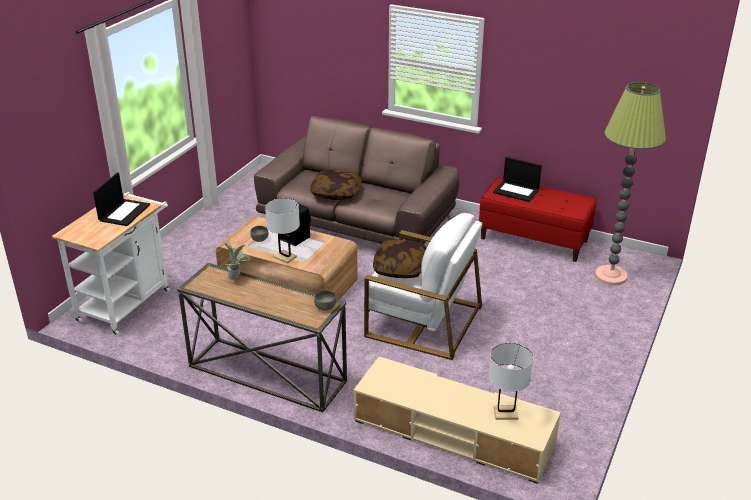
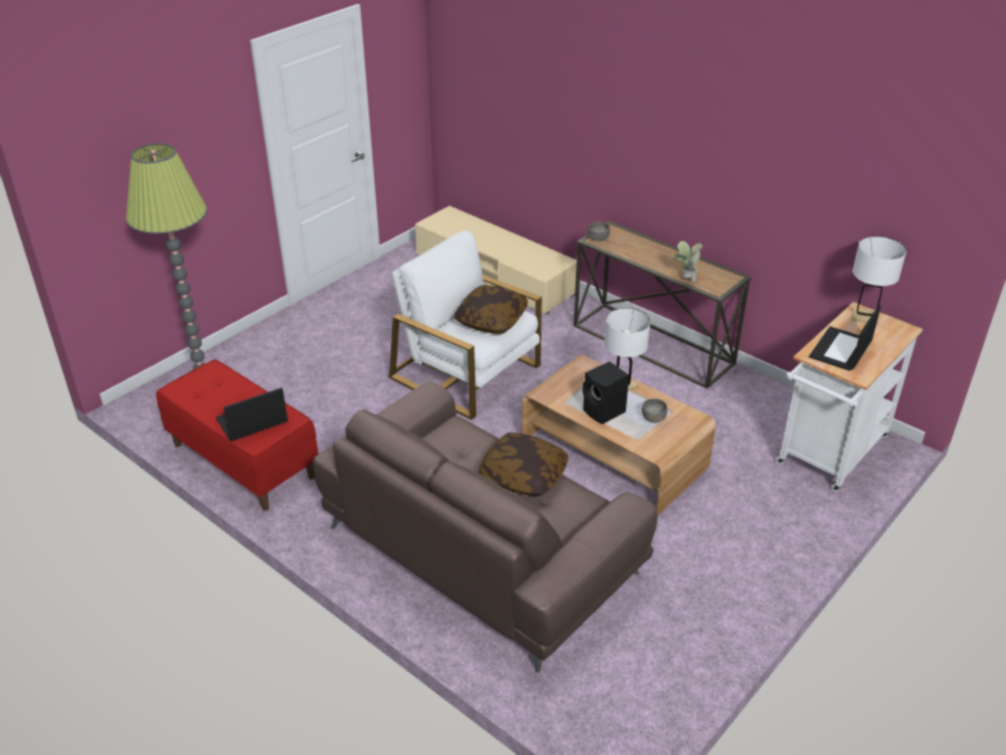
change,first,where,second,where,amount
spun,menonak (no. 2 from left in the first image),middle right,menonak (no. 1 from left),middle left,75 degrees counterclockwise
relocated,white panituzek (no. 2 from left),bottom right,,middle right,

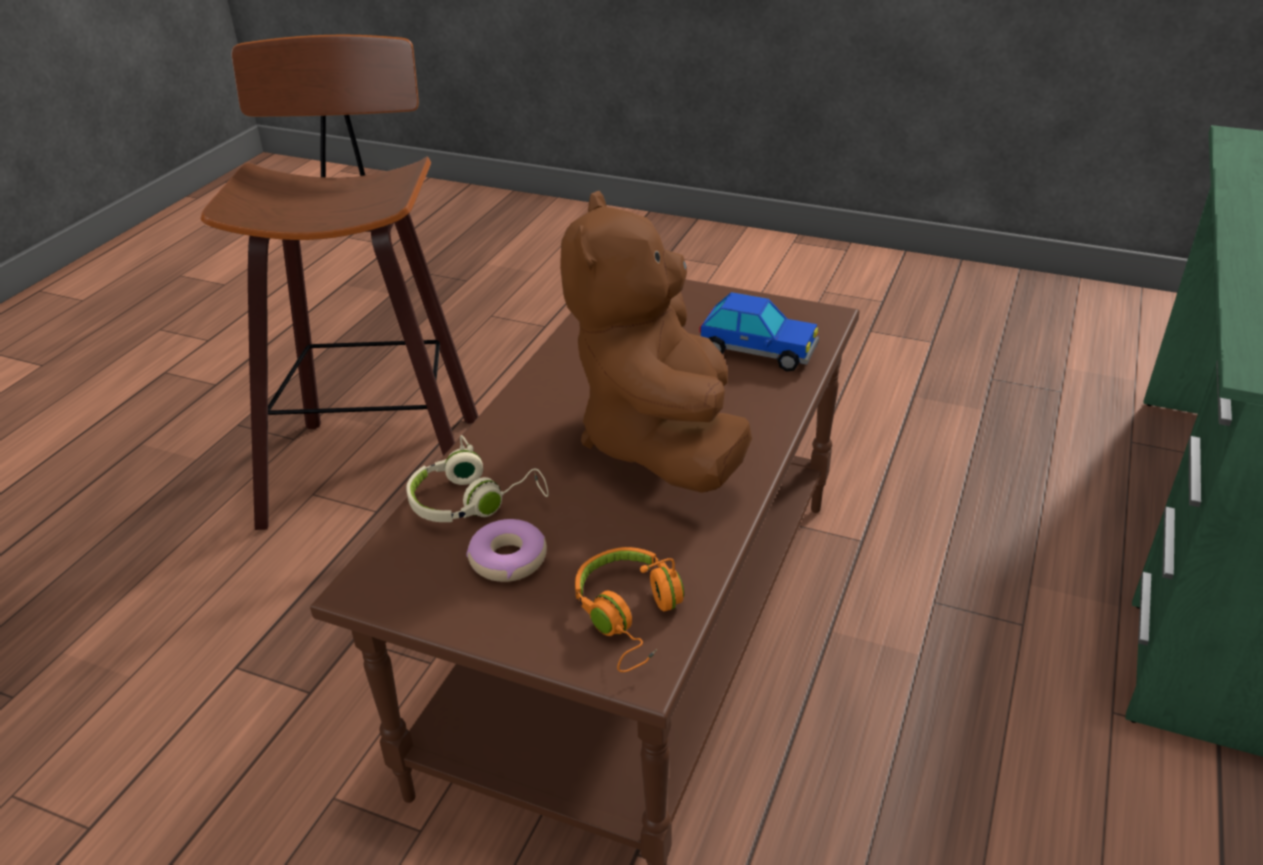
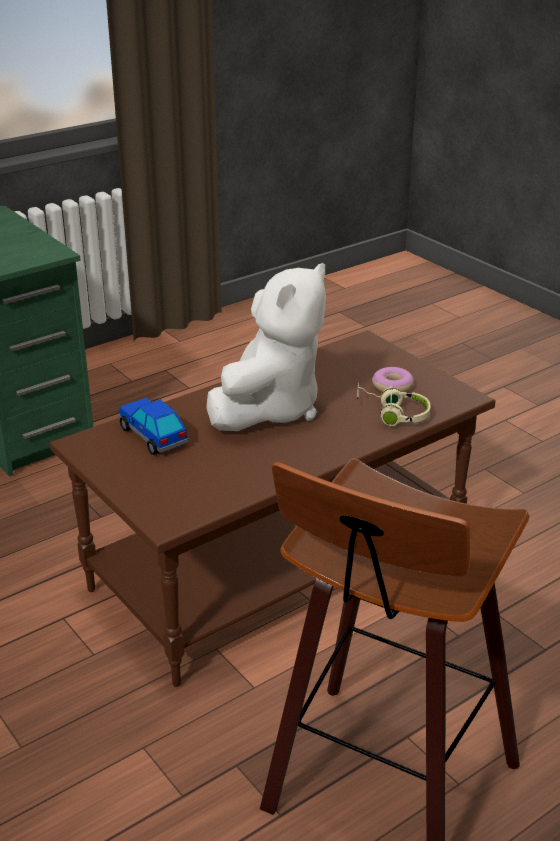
change,first,where,second,where,amount
colour,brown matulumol,centre,white matulumol,centre,
missing,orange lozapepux,bottom centre,,,

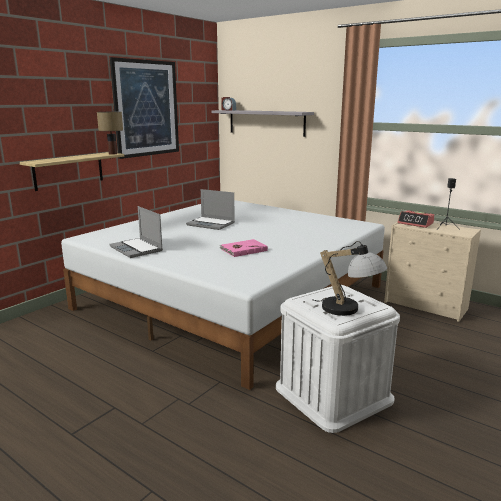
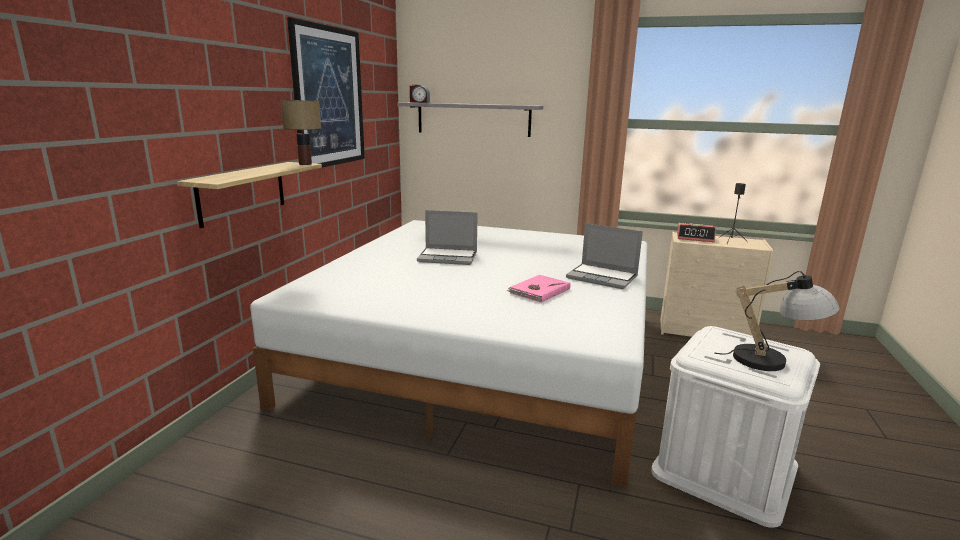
change,first,where,second,where,amount
relocated,menonak (no. 1 from left in the first image),middle left,menonak (no. 2 from left),centre,

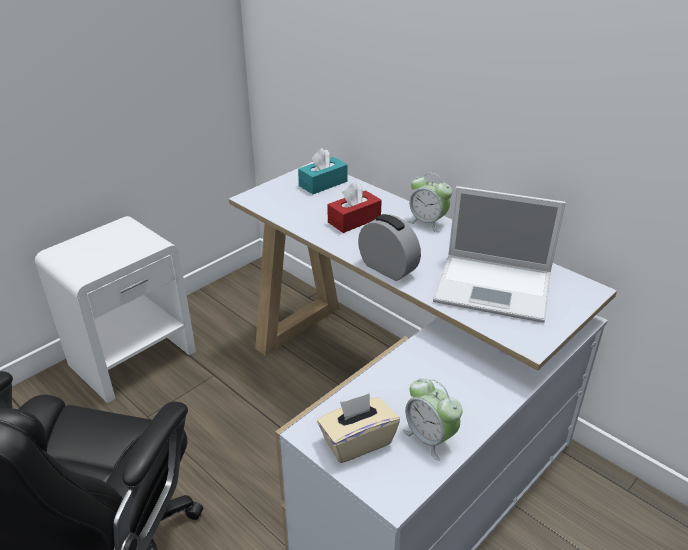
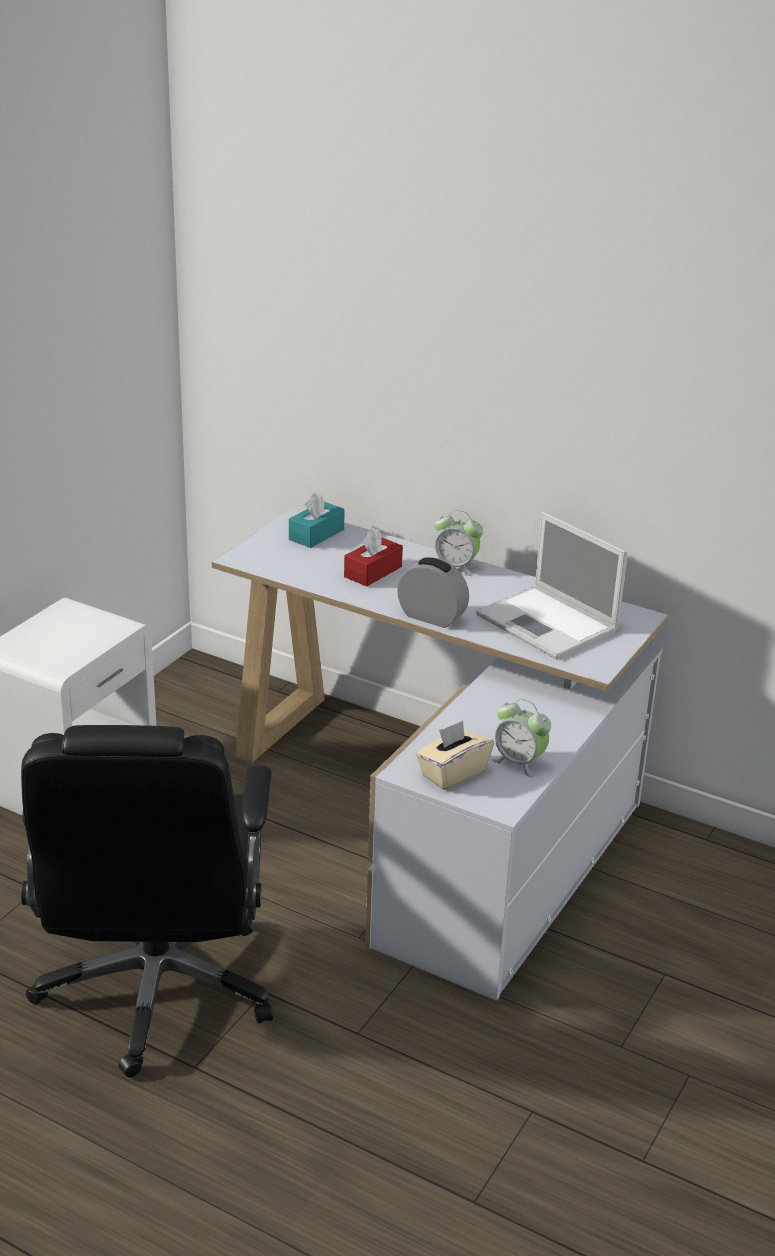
change,first,where,second,where,amount
spun,menonak,middle right,,middle right,45 degrees clockwise

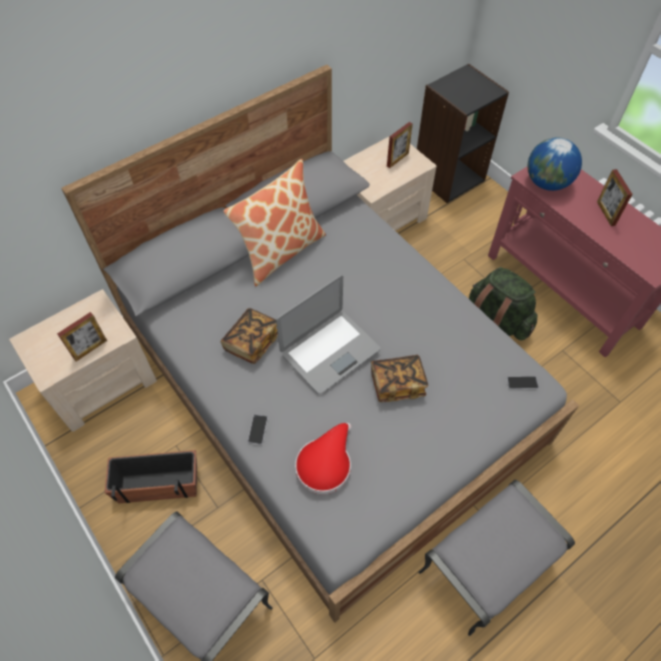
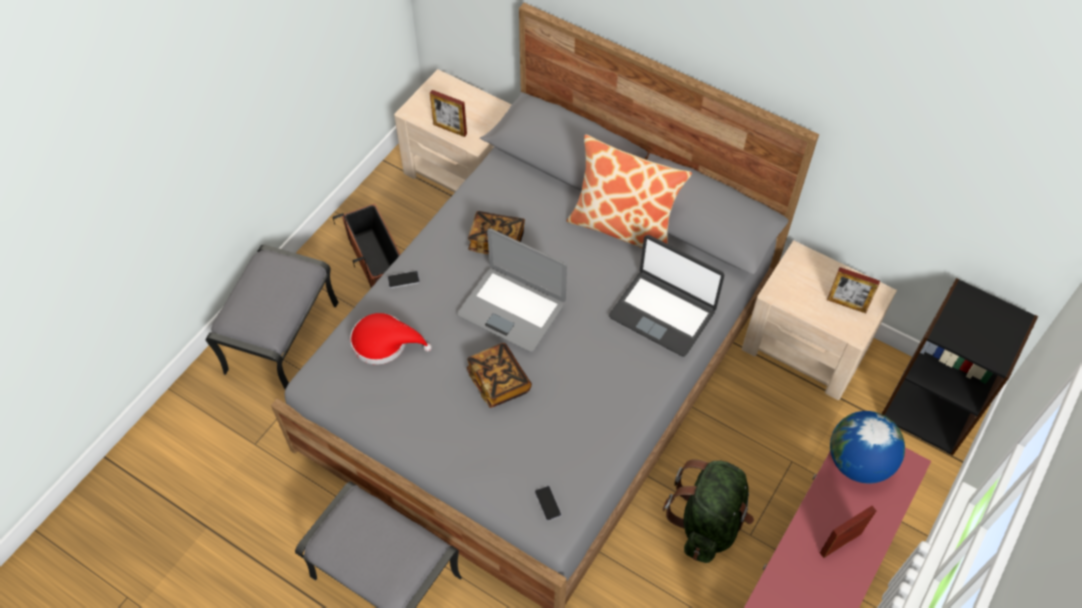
change,first,where,second,where,amount
appeared,,,menonak (no. 2 from left),centre,

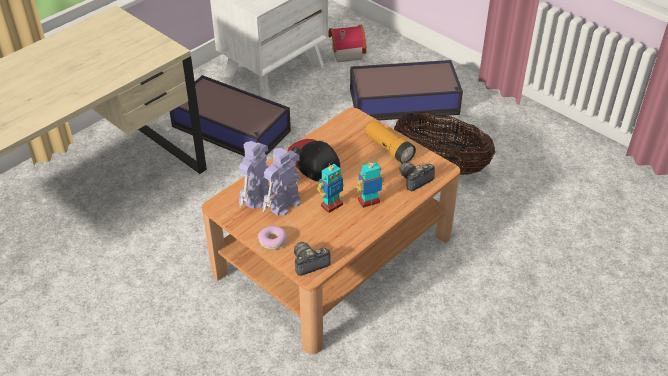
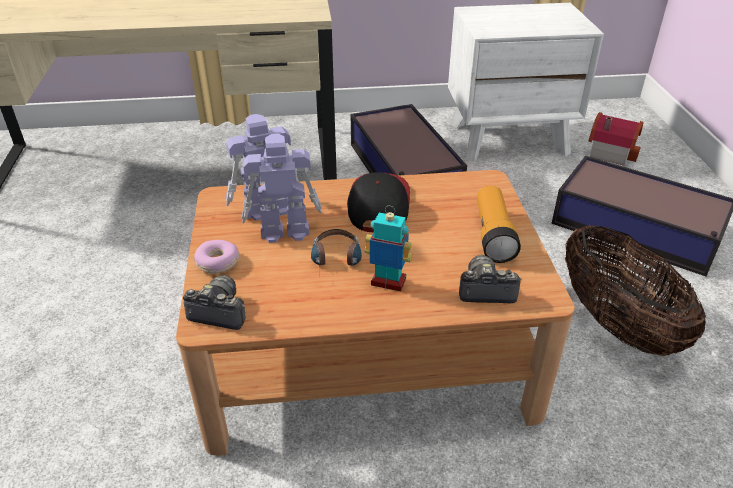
change,first,where,second,where,amount
exchanged,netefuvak (no. 3 from left),centre,lozapepux,centre,

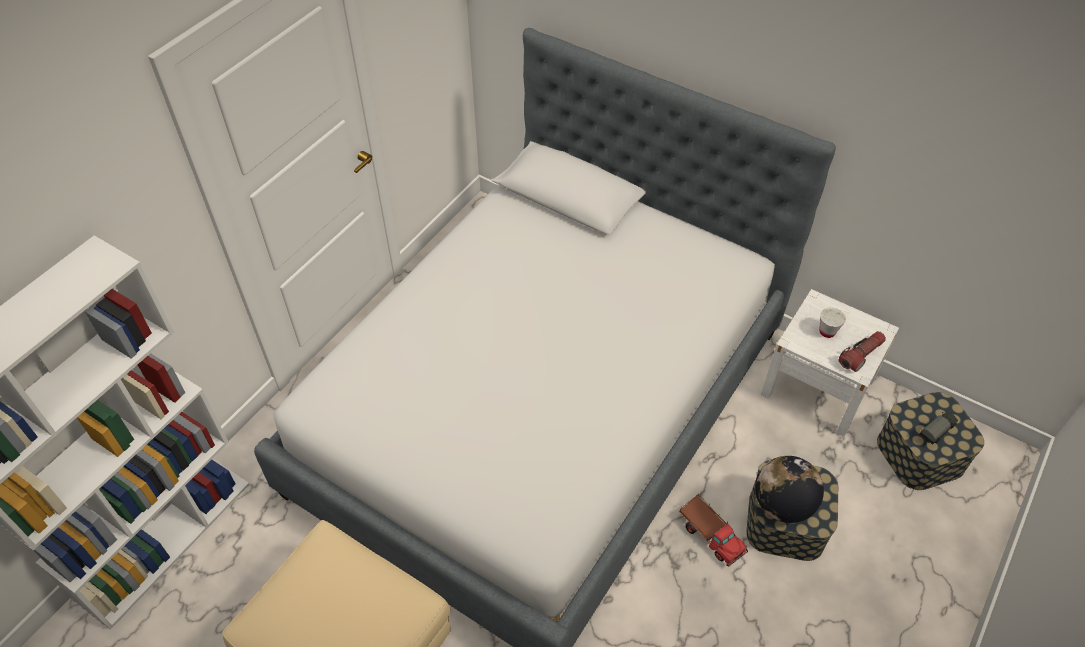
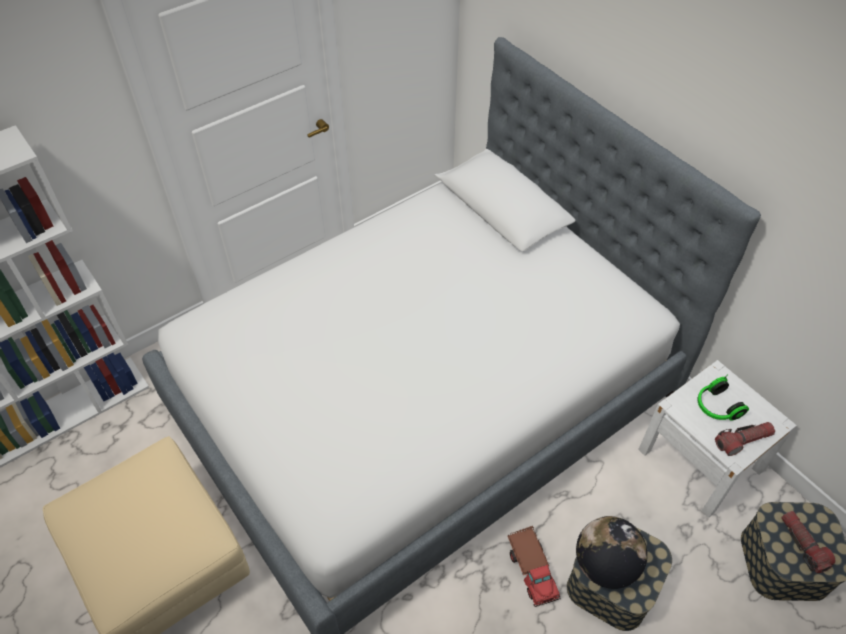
change,first,where,second,where,amount
exchanged,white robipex,middle right,lozapepux,middle right,
exchanged,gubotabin (no. 2 from left),middle right,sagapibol (no. 2 from left),bottom right,

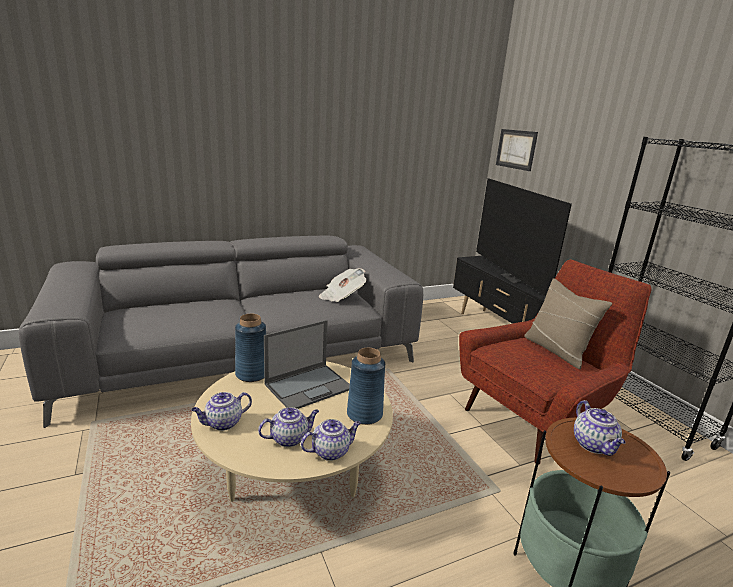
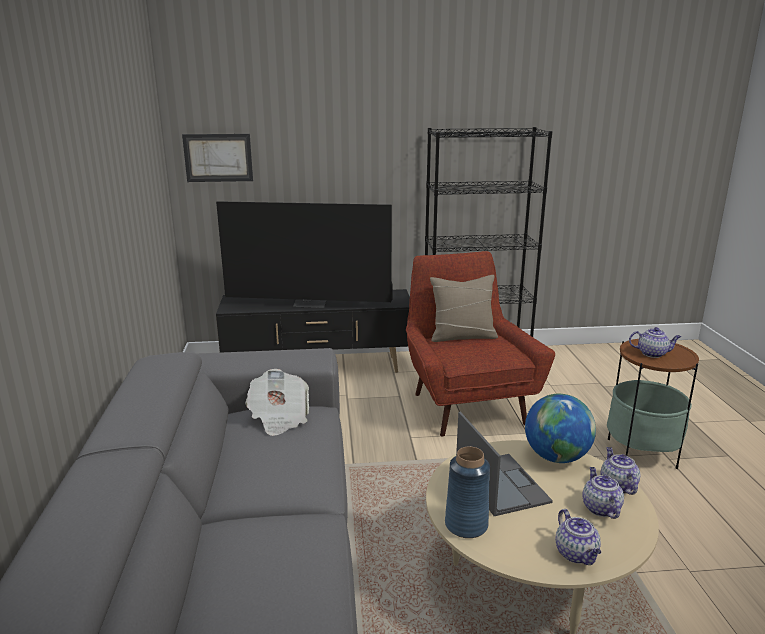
change,first,where,second,where,amount
exchanged,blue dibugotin (no. 2 from left),centre,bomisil,bottom right,

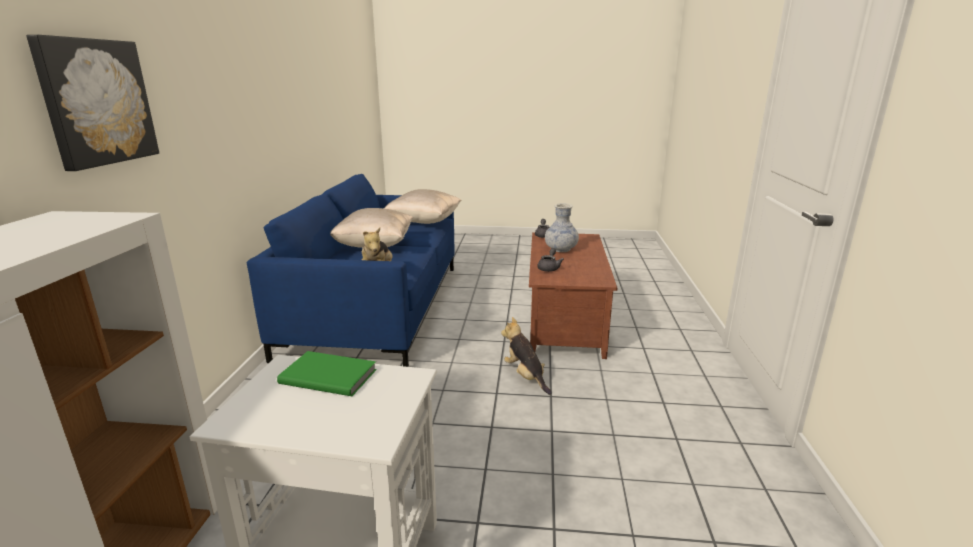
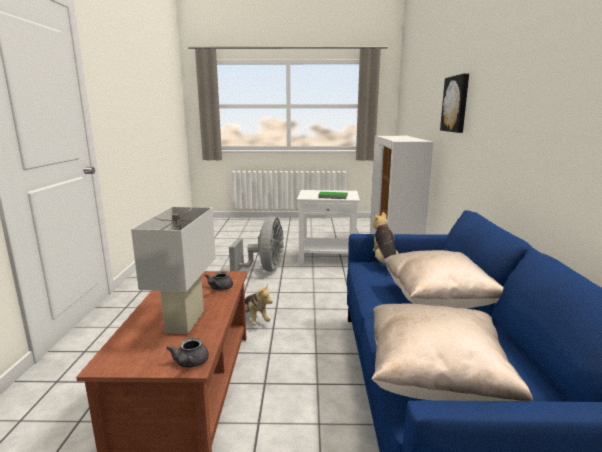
change,first,where,second,where,amount
exchanged,dibugotin,centre,white panituzek,middle left,
appeared,,,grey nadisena,centre,

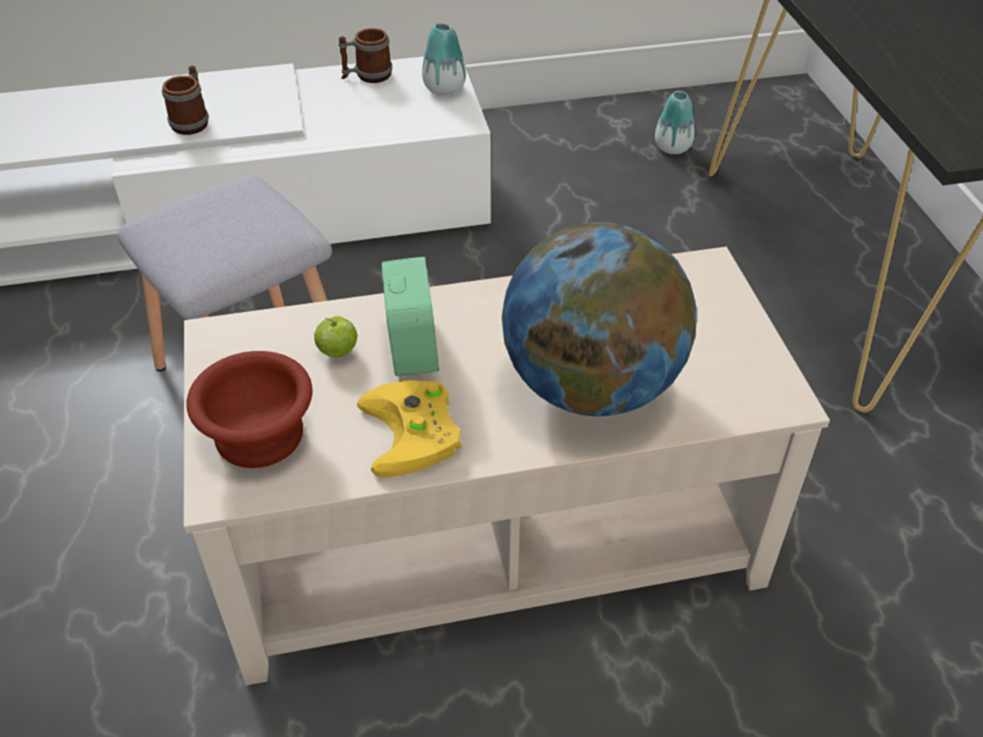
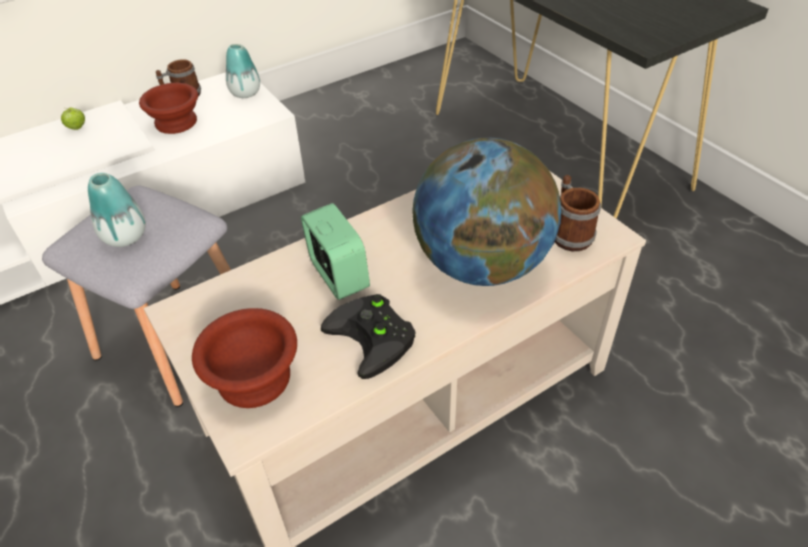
change,first,where,second,where,amount
relocated,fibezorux (no. 1 from left in the first image),top left,fibezorux (no. 2 from left),middle right,
relocated,dibugotin (no. 2 from left in the first image),top right,dibugotin (no. 1 from left),middle left,
relocated,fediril,centre,,top left,
colour,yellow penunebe,centre,black penunebe,centre,
appeared,,,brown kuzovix (no. 1 from left),top left,

